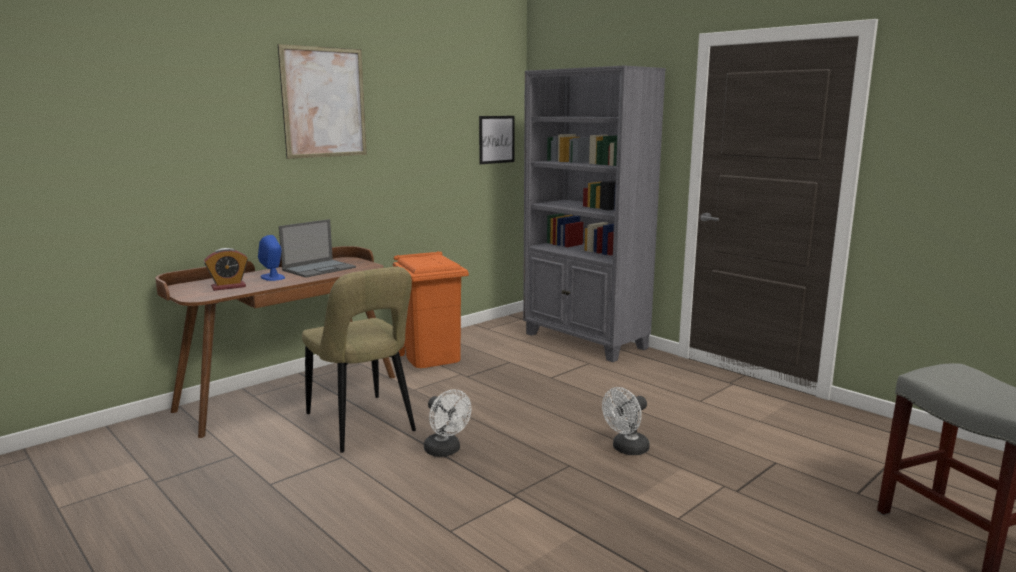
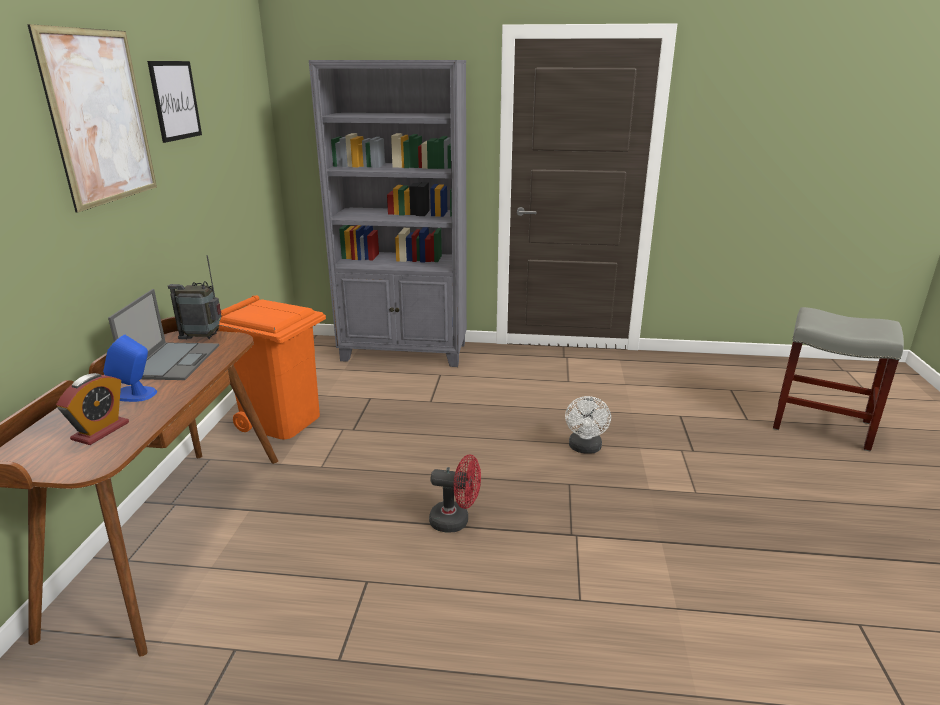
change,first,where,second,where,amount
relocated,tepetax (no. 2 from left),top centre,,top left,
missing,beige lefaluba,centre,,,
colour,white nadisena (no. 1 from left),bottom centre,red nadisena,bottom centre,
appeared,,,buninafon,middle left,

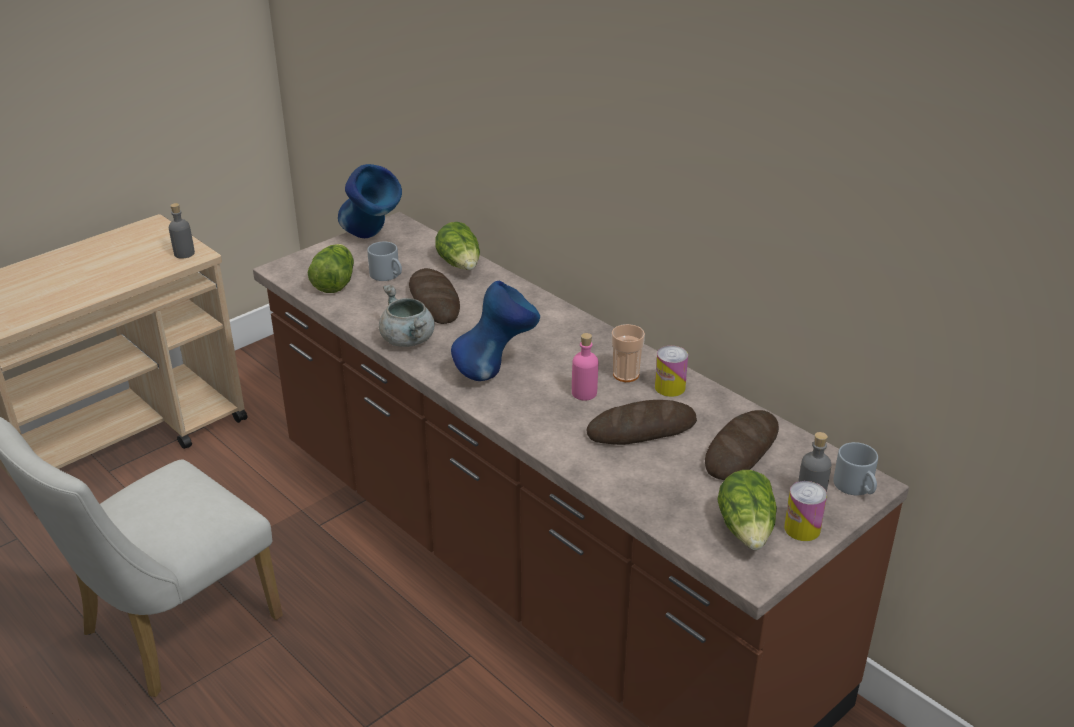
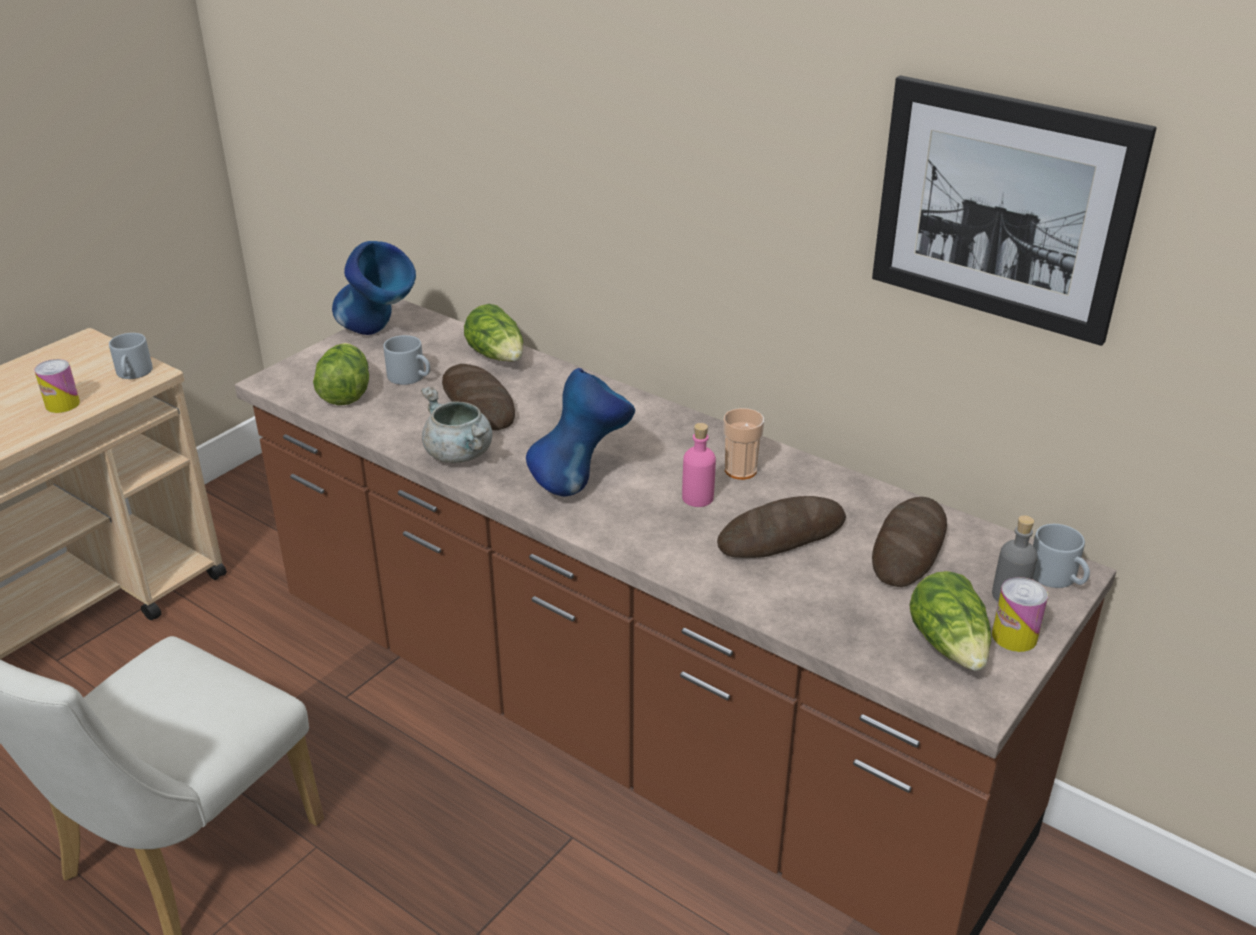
change,first,where,second,where,amount
exchanged,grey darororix (no. 1 from left),top left,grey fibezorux (no. 1 from left),middle left,
relocated,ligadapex (no. 1 from left),centre,,middle left,
appeared,,,tepetax,top right,

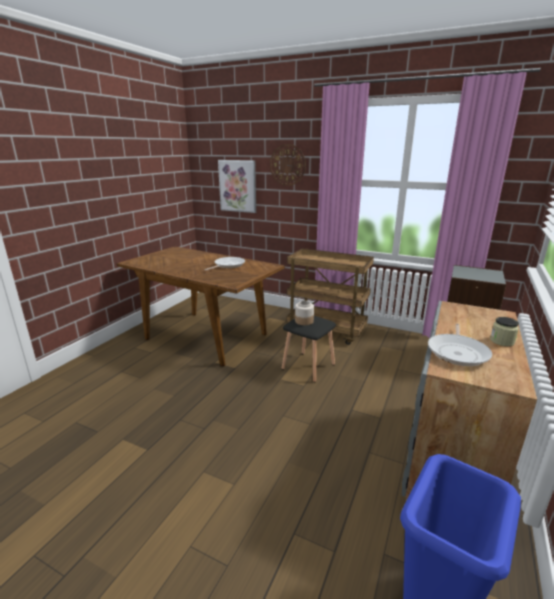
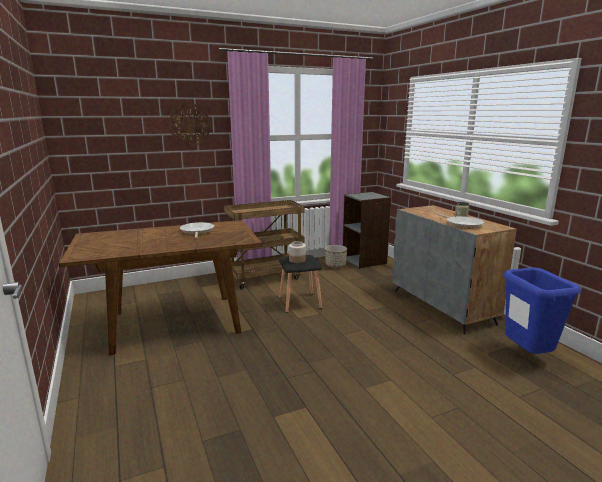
change,first,where,second,where,amount
missing,tepetax,top centre,,,
appeared,,,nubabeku,centre,

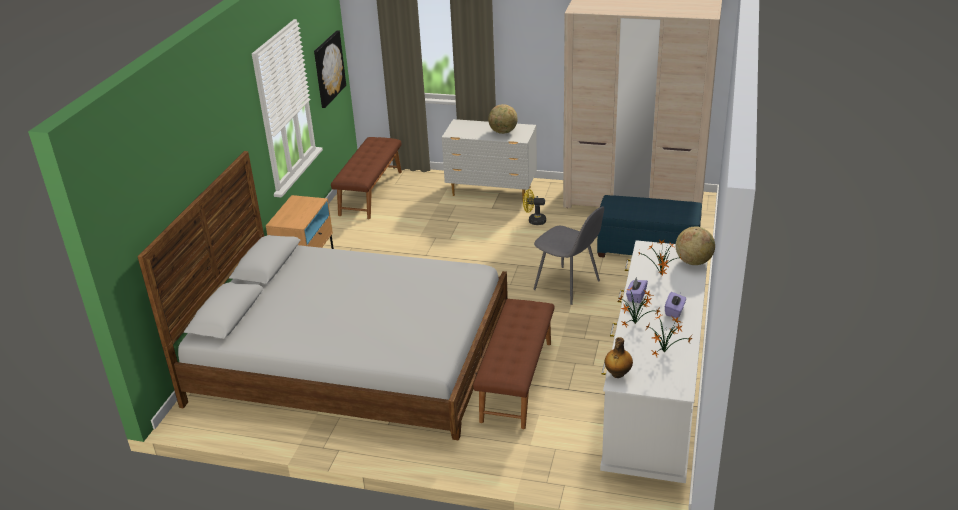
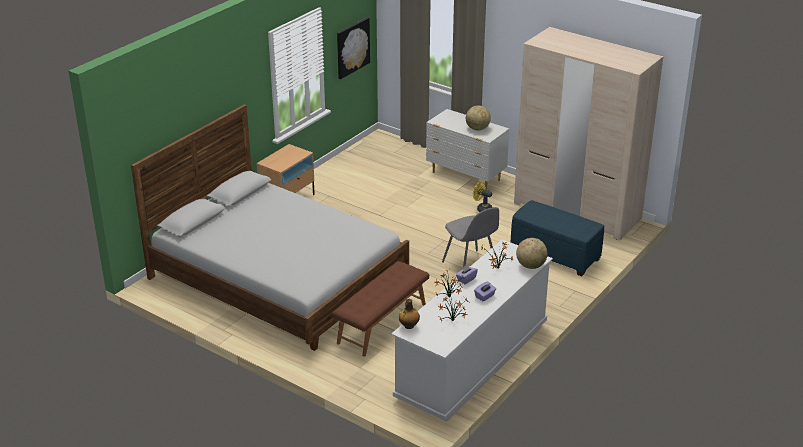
change,first,where,second,where,amount
missing,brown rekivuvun (no. 1 from left),centre,,,

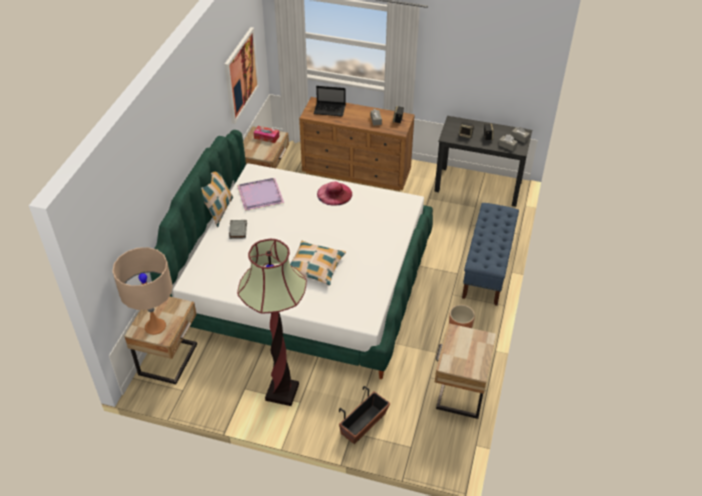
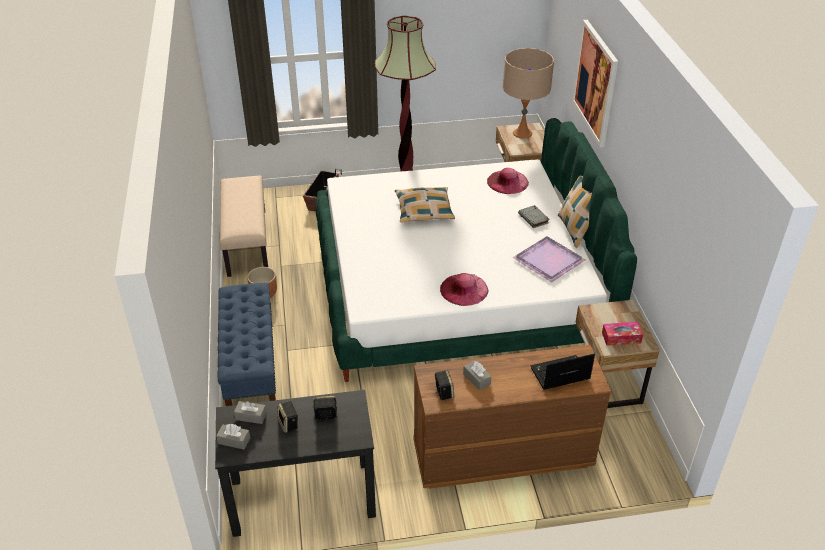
change,first,where,second,where,amount
relocated,tepetax,top centre,,top right,
exchanged,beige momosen (no. 3 from left),bottom centre,beige rekivuvun,middle left,
appeared,,,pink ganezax (no. 2 from left),top centre,

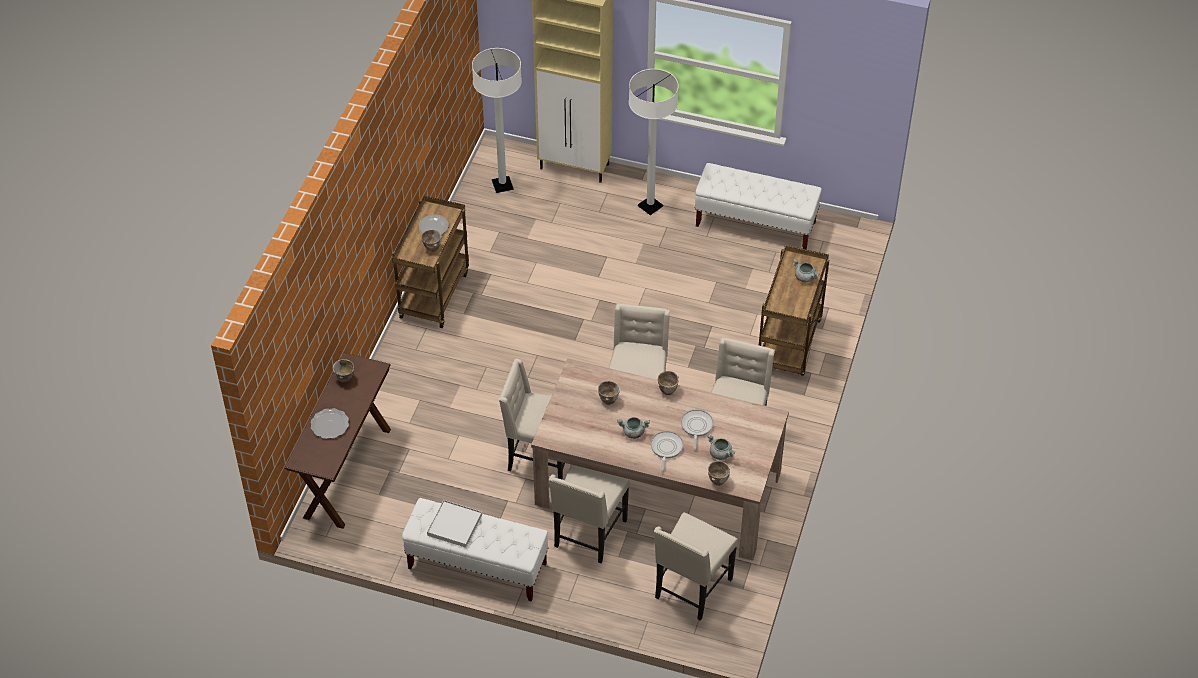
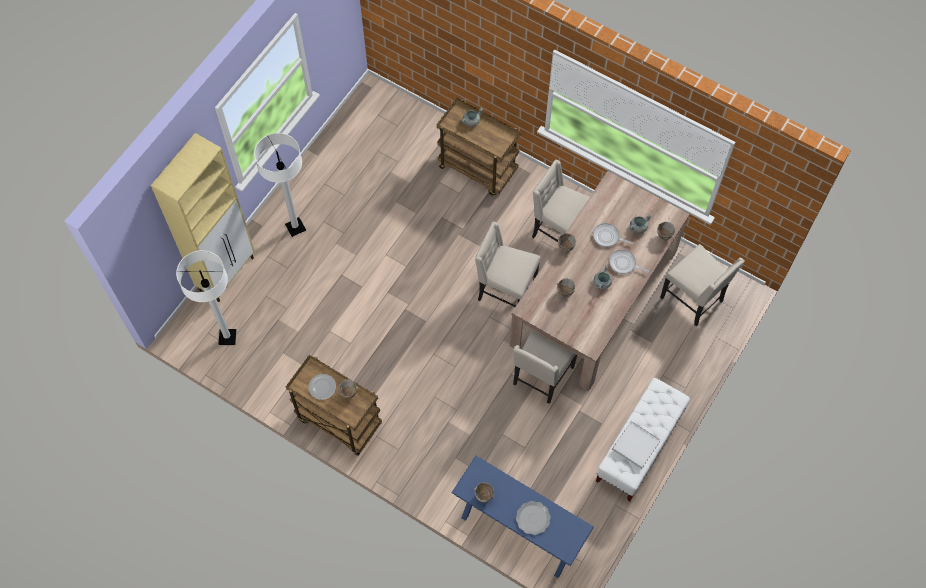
change,first,where,second,where,amount
missing,white rekivuvun (no. 2 from left),top centre,,,
colour,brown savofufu,middle left,blue savofufu,bottom centre,
missing,beige lefaluba (no. 2 from left),bottom centre,,,

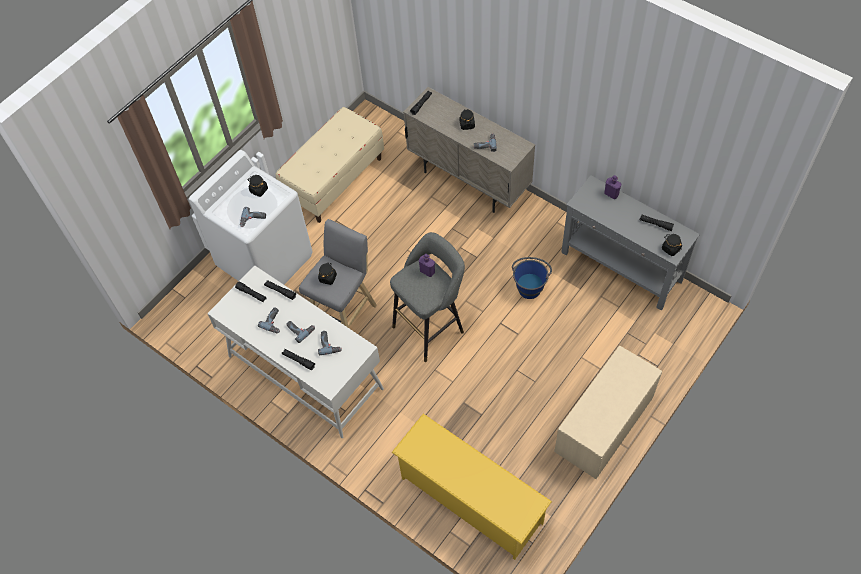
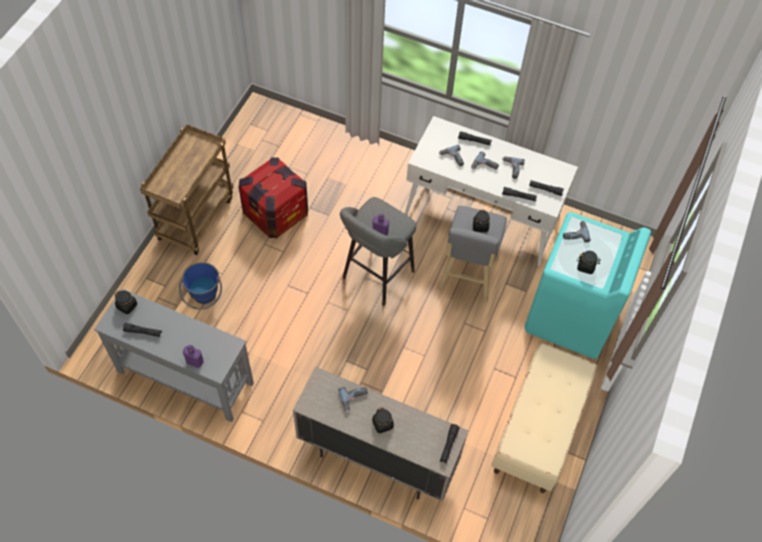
change,first,where,second,where,amount
colour,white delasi,middle left,turquoise delasi,middle right,
relocated,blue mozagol,centre,,middle left,
exchanged,beige rekivuvun (no. 2 from left),bottom right,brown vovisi,middle left,
missing,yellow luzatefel,bottom centre,,,
appeared,,,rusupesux,centre,

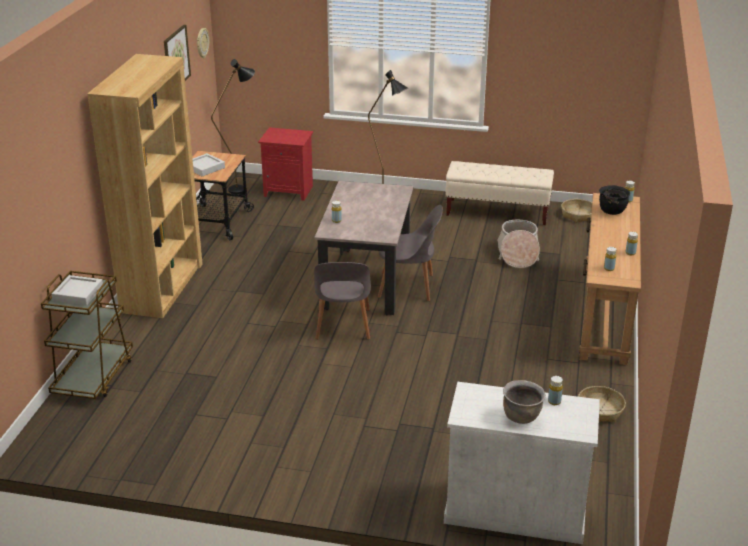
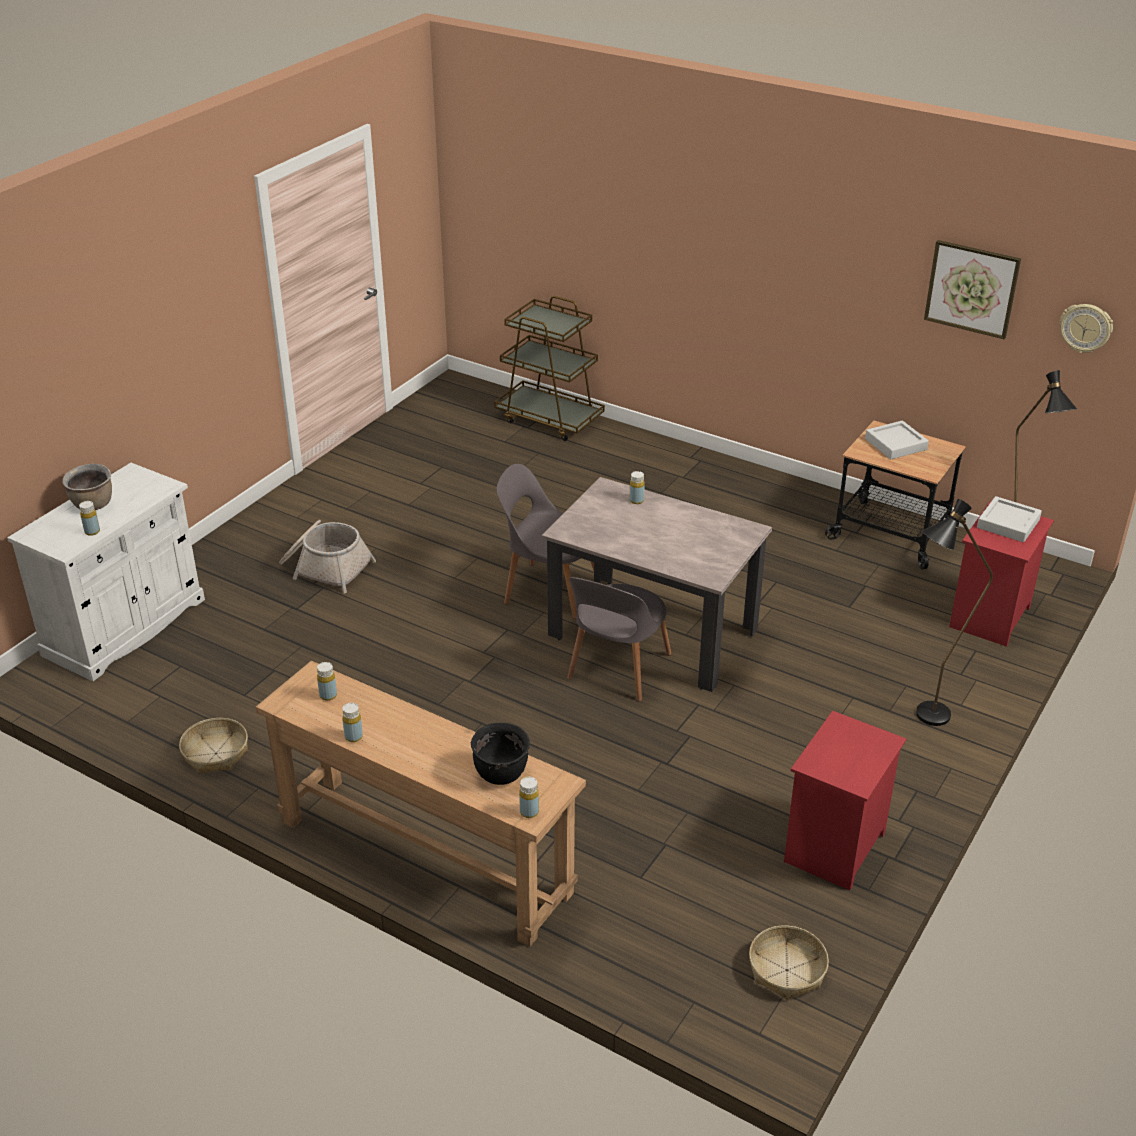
change,first,where,second,where,amount
missing,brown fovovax,middle left,,,
exchanged,beige rekivuvun,middle right,red momosen (no. 1 from left),bottom right,
relocated,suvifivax (no. 1 from left in the first image),middle right,suvifivax (no. 2 from left),middle left,
relocated,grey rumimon (no. 1 from left in the first image),middle left,grey rumimon (no. 2 from left),middle right,

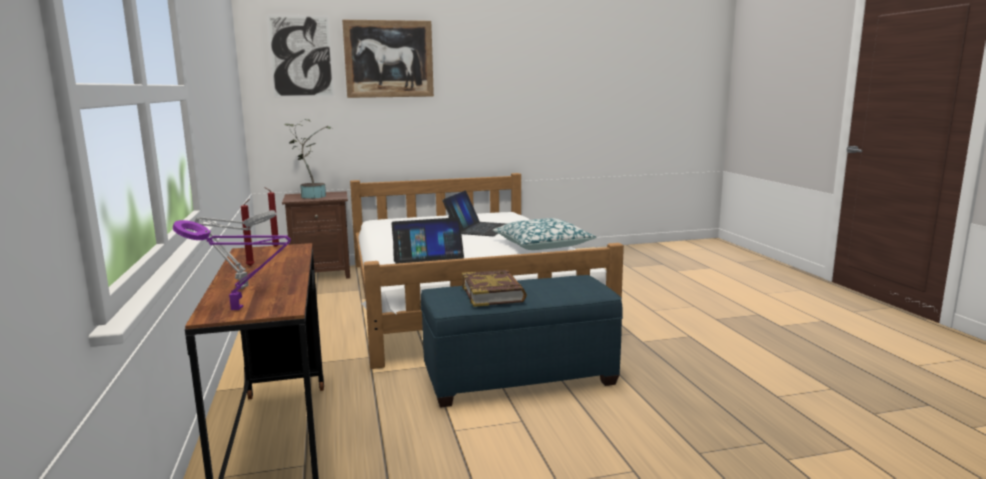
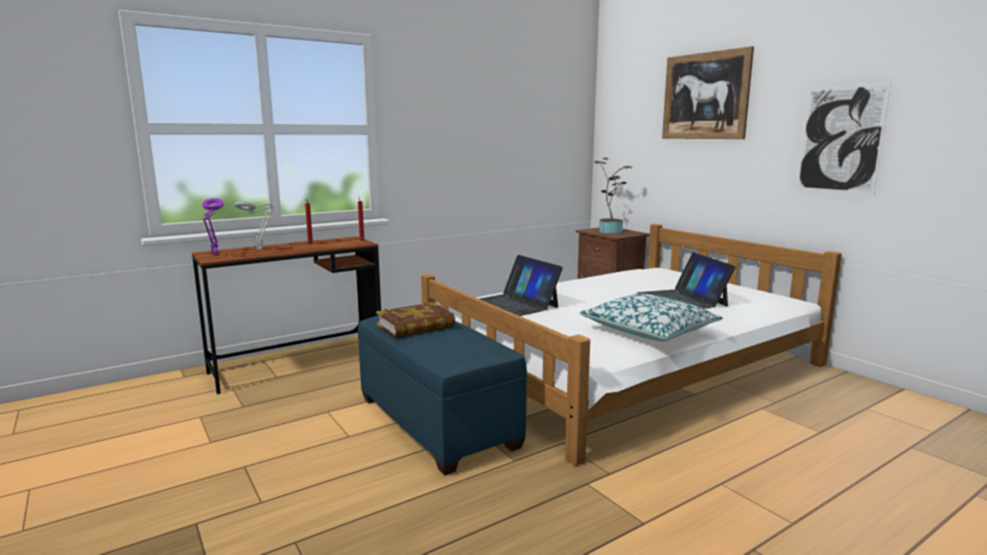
change,first,where,second,where,amount
relocated,tepetax (no. 1 from left in the first image),top left,tepetax (no. 2 from left),top right,
spun,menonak (no. 2 from left),centre,,middle right,75 degrees clockwise

